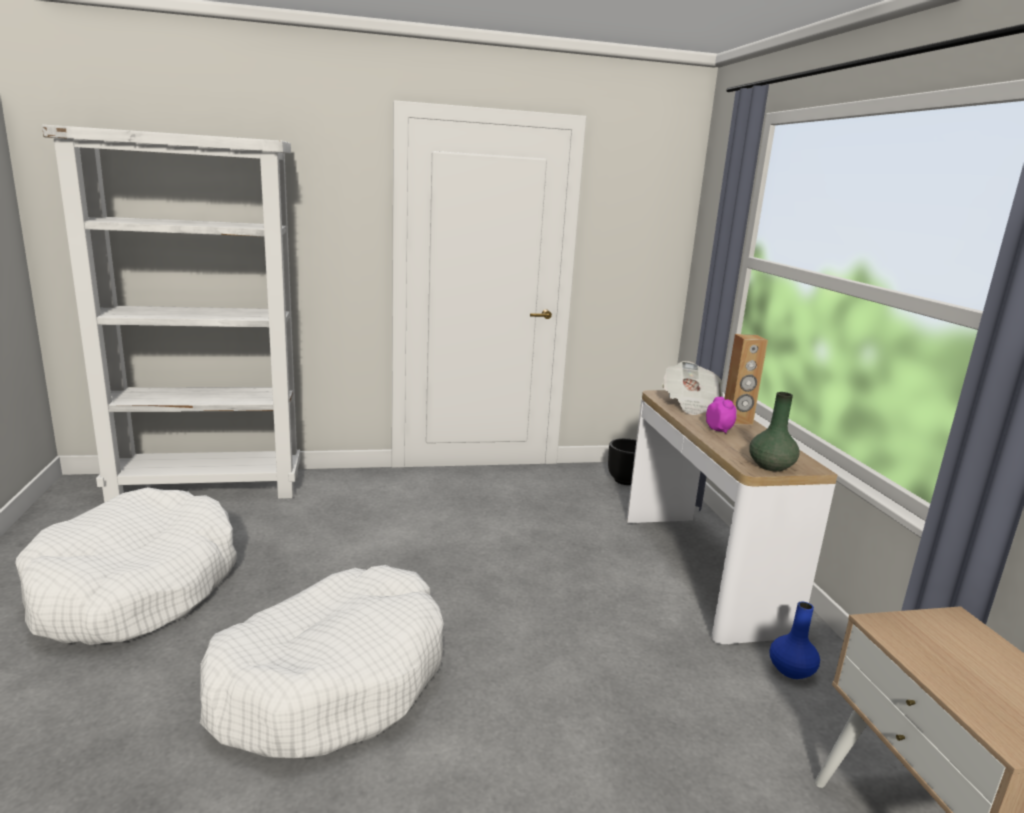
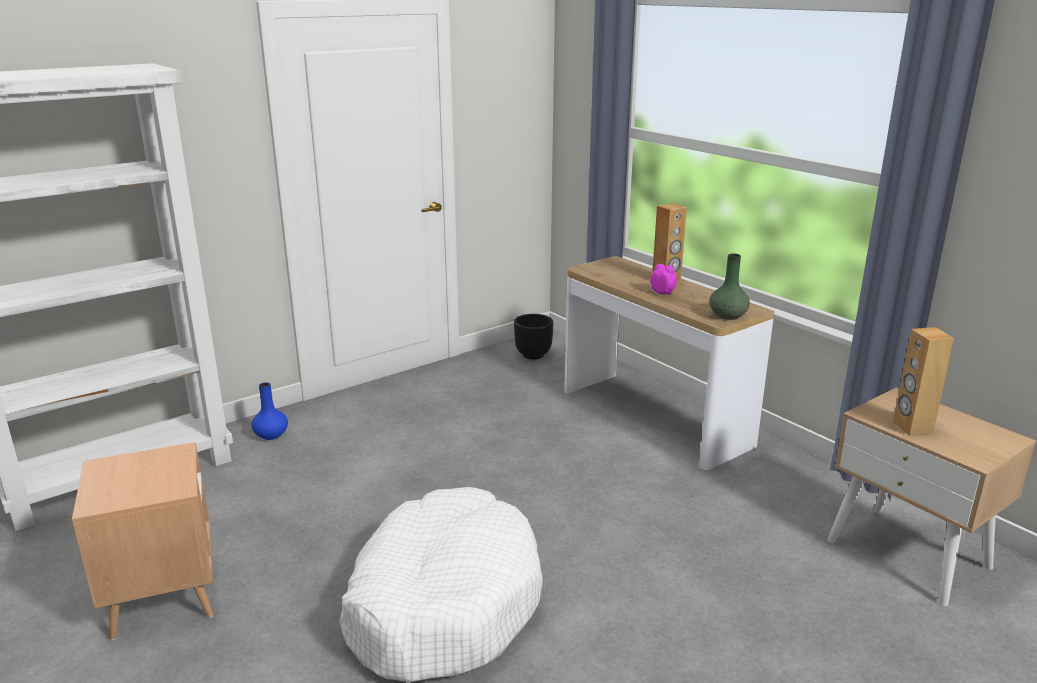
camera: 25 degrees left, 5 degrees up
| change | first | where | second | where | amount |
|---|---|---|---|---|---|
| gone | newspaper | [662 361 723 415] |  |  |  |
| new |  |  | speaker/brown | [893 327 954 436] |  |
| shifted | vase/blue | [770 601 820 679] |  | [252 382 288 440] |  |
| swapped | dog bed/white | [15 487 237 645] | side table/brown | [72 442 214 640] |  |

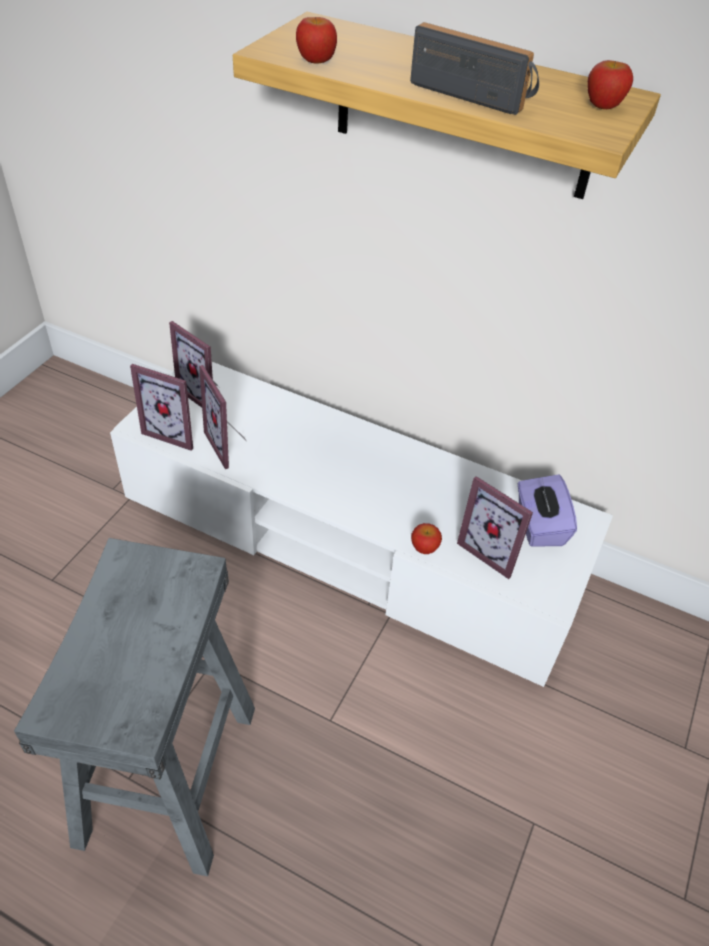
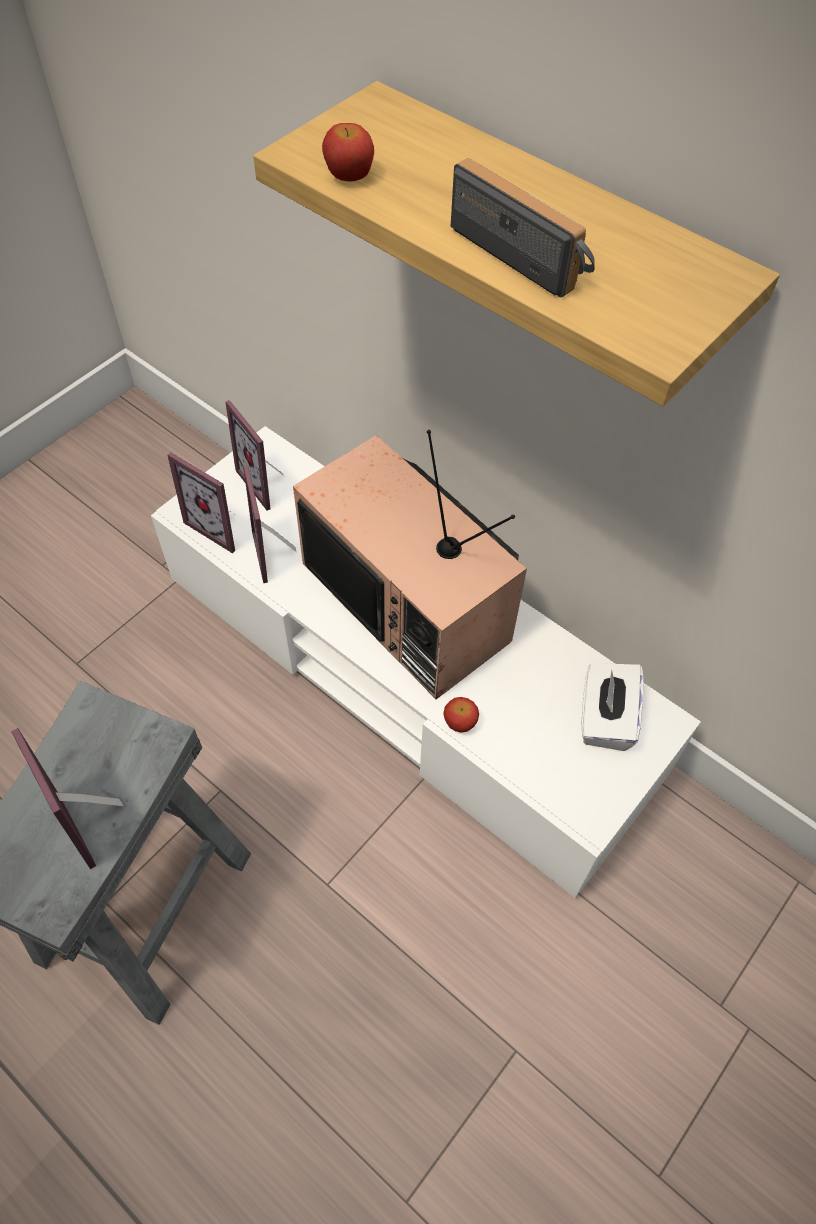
camera: 15 degrees right, 10 degrees up
| change | first | where | second | where | amount |
|---|---|---|---|---|---|
| gone | apple | [587 60 633 109] |  |  |  |
| new |  |  | television | [293 430 527 699] |  |
| shifted | picture frame | [457 476 533 579] |  | [11 728 123 869] |  |
| repainted | tissue box/purple | [518 474 577 547] | tissue box/white | [582 663 643 751] |  |

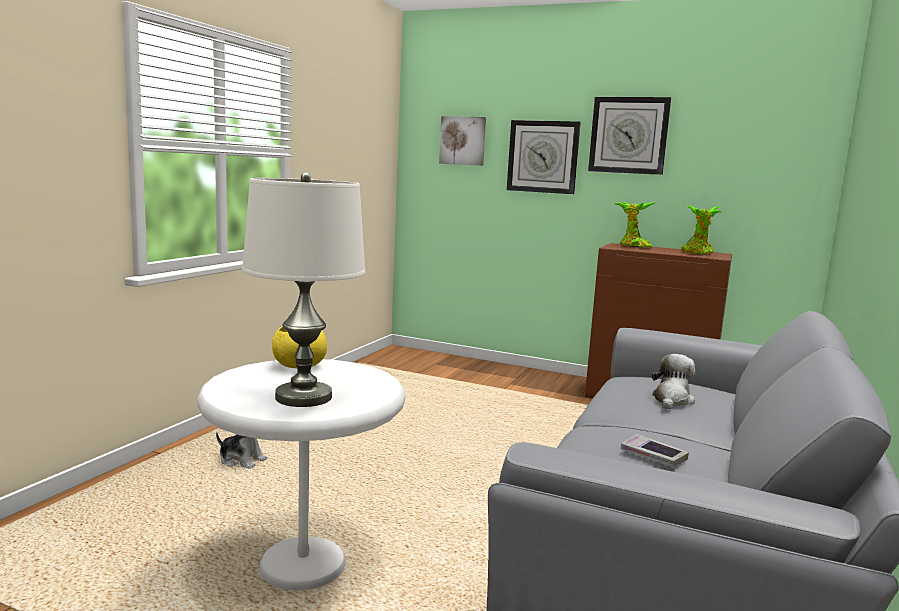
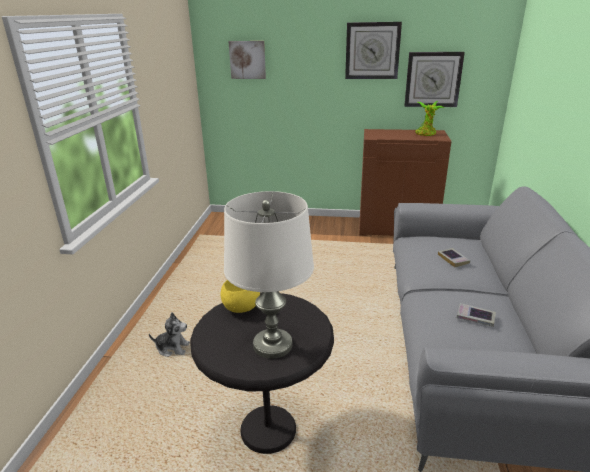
camera: 15 degrees left, 15 degrees up
| change | first | where | second | where | amount |
|---|---|---|---|---|---|
| gone | potted plant | [614 202 655 247] |  |  |  |
| shifted | wall clock | [507 120 581 194] |  | [404 52 465 107] |  |
| swapped | plush toy | [652 354 695 409] | book | [438 248 470 267] |  |
| repainted | side table/white | [197 359 405 591] | side table/black | [190 293 334 454] |  |

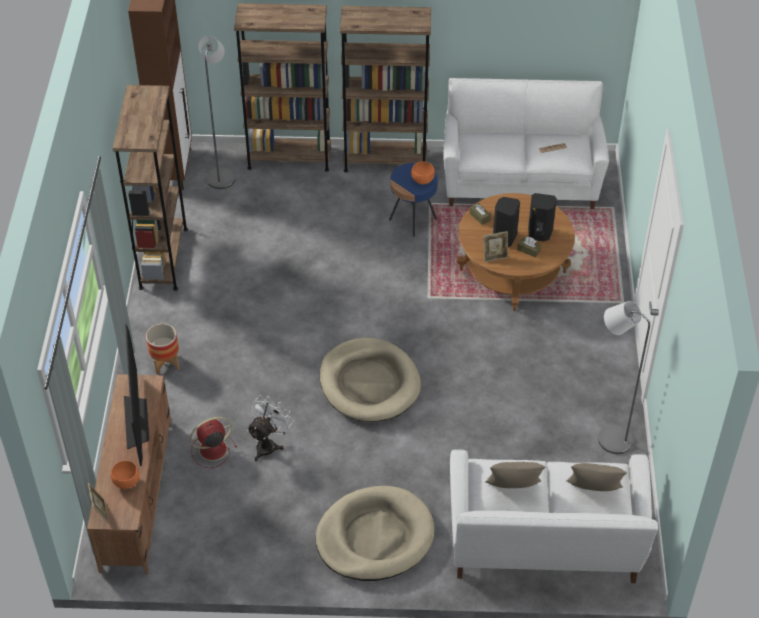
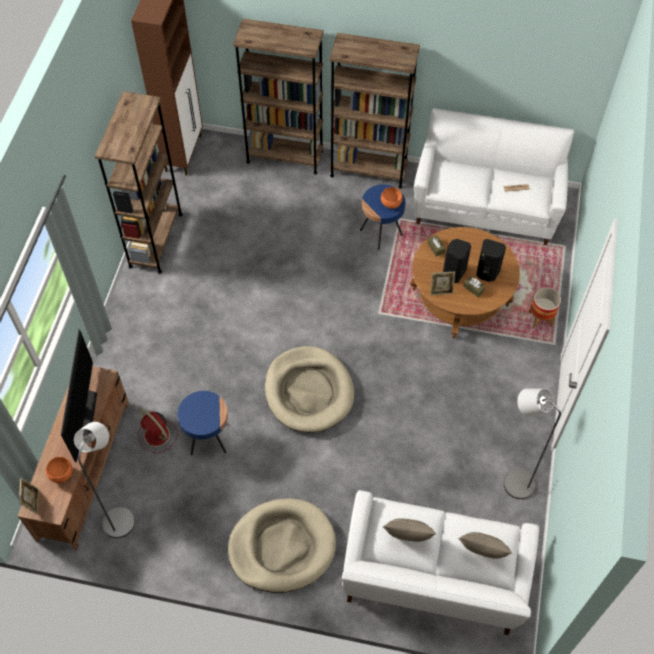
camera: 10 degrees right, 10 degrees up
| change | first | where | second | where | amount |
|---|---|---|---|---|---|
| shifted | planter | [146 324 179 374] |  | [529 287 561 328] |  |
| shifted | floor lamp/grey | [198 36 236 189] |  | [74 422 135 538] |  |
| swapped | fan/white | [247 395 294 461] | side table/blue | [177 391 228 455] |  |
| rotated | fan/red | [190 417 237 468] |  | [138 409 178 453] | 120 degrees counterclockwise |

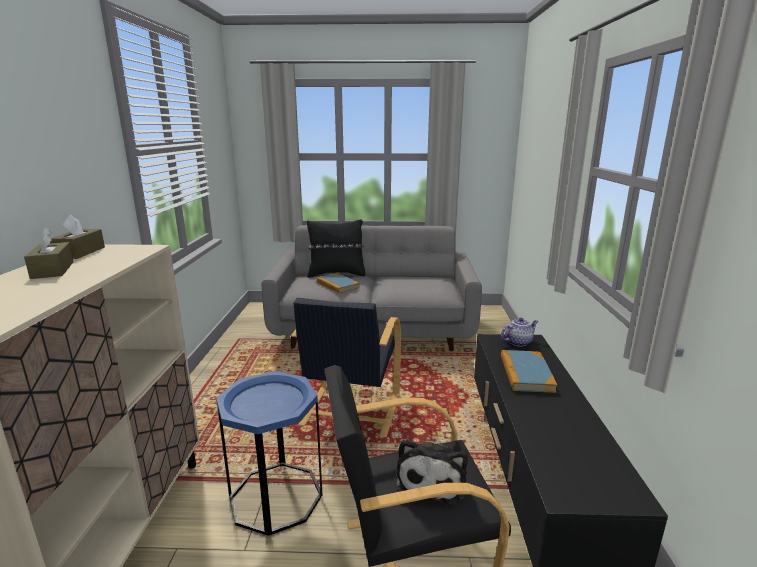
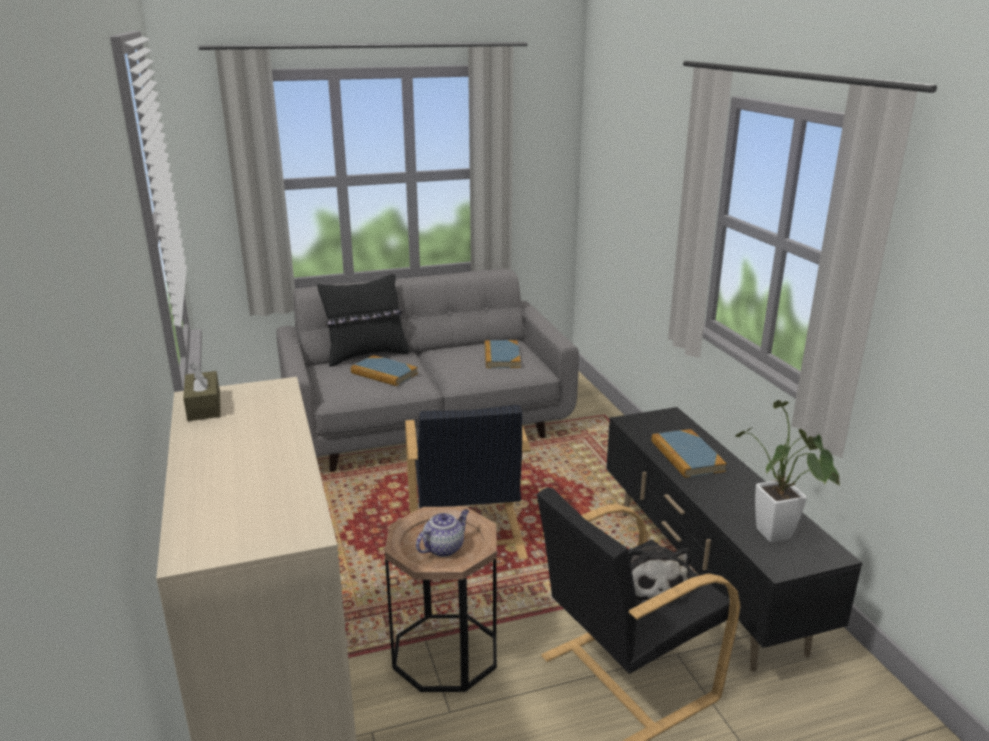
camera: 20 degrees left, 5 degrees up
| change | first | where | second | where | amount |
|---|---|---|---|---|---|
| gone | tissue box/brown | [24 227 73 279] |  |  |  |
| new |  |  | book | [485 340 521 368] |  |
| new |  |  | potted plant | [735 400 841 542] |  |
| shifted | teapot | [501 318 538 346] |  | [416 509 469 557] |  |
| repainted | side table/blue | [216 371 322 536] | side table/brown | [385 507 497 692] |  |

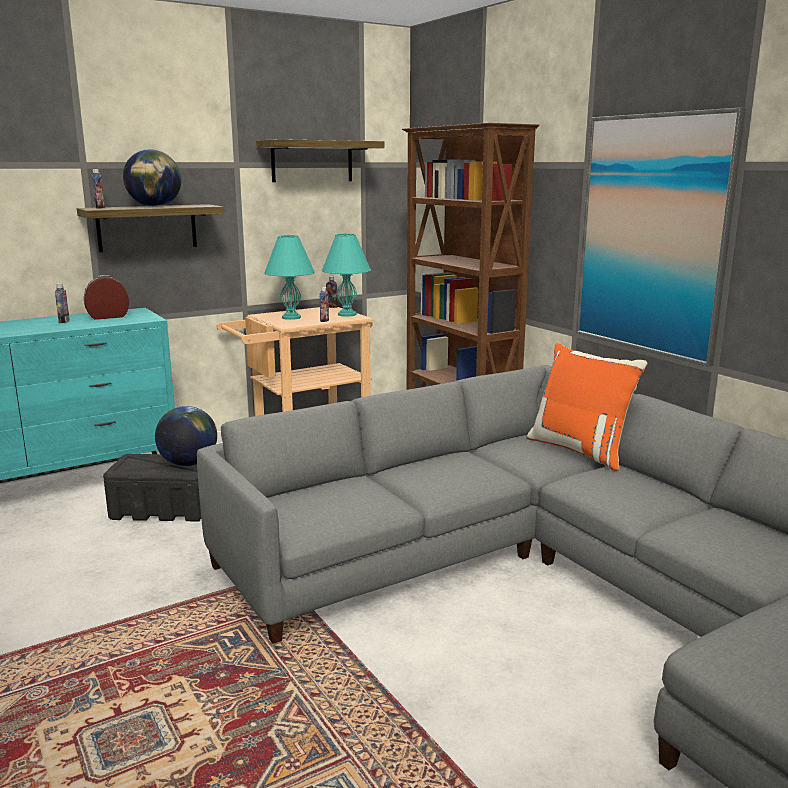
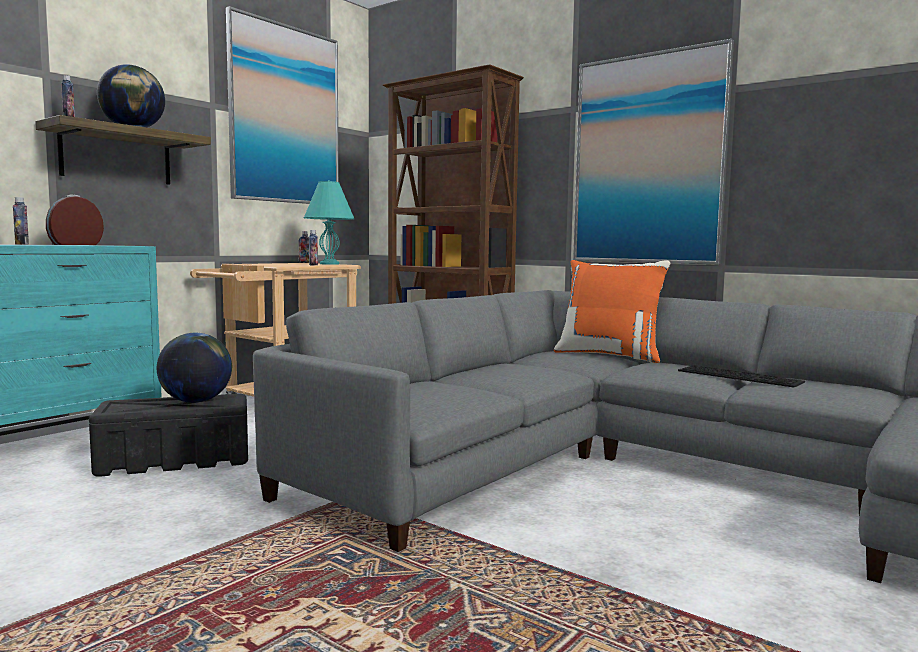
camera: 20 degrees left, 10 degrees down
| change | first | where | second | where | amount |
|---|---|---|---|---|---|
| gone | table lamp/turquoise | [264 234 315 320] |  |  |  |
| new |  |  | keyboard | [678 365 805 388] |  |
| swapped | shelf | [256 139 384 182] | picture | [226 6 339 204] |  |

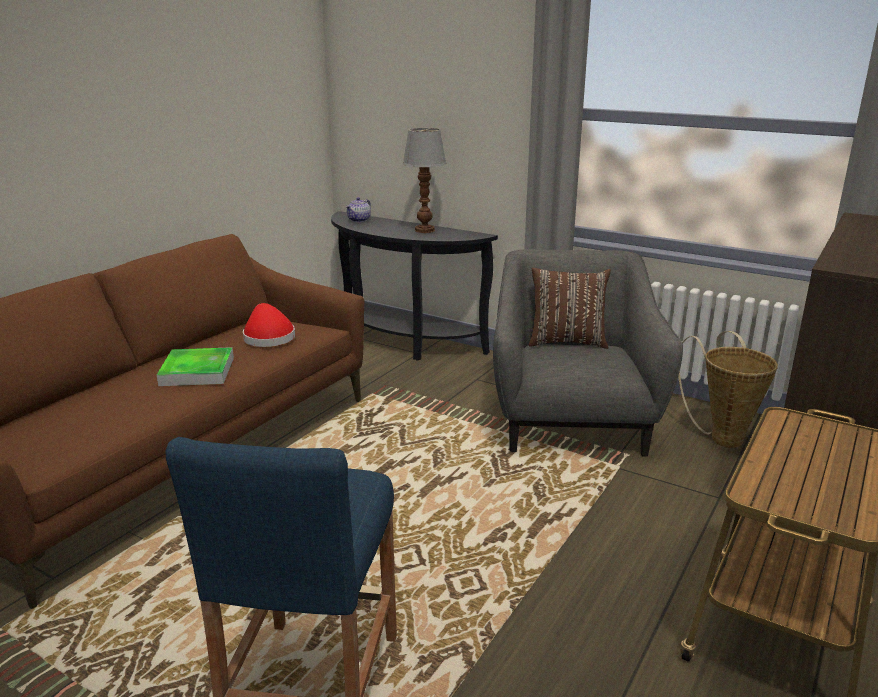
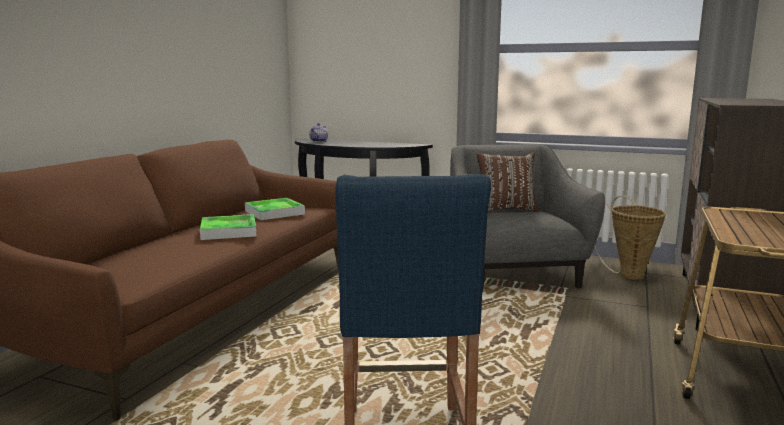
camera: 10 degrees left, 10 degrees down
| change | first | where | second | where | amount |
|---|---|---|---|---|---|
| gone | table lamp | [403 128 447 233] |  |  |  |
| swapped | hat/red | [243 303 295 347] | tray | [245 198 305 220] |  |

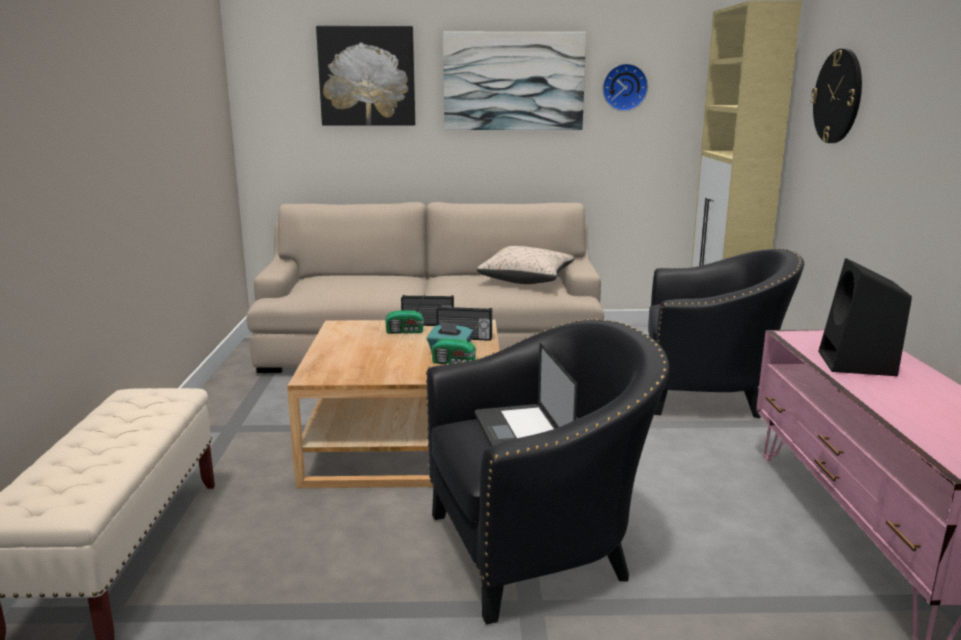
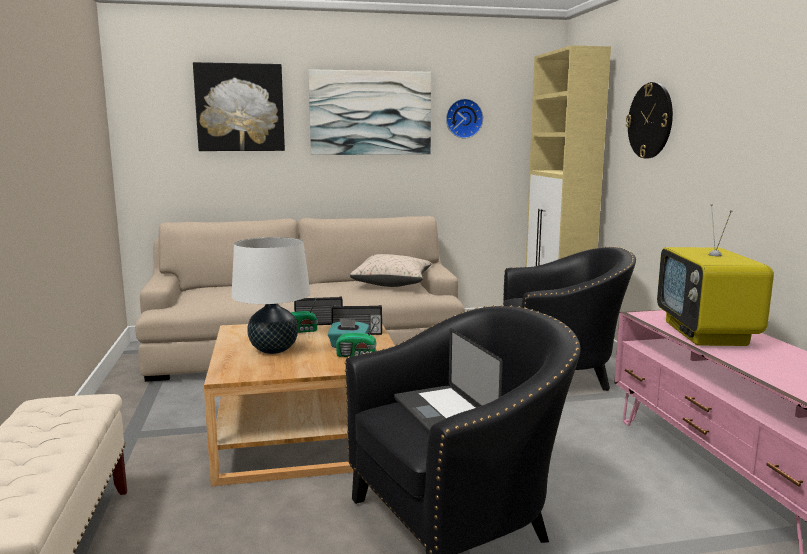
camera: 10 degrees left, 5 degrees down
| change | first | where | second | where | amount |
|---|---|---|---|---|---|
| new |  |  | table lamp/white | [231 237 310 354] |  |
| swapped | speaker/black | [819 258 912 376] | television | [657 204 774 346] |  |

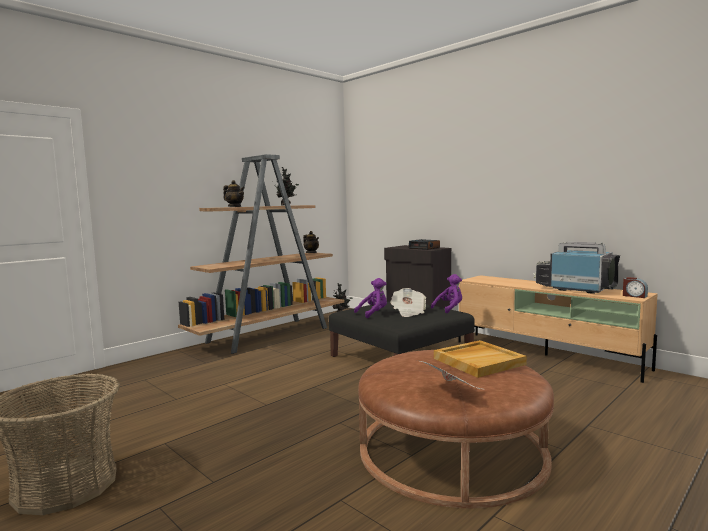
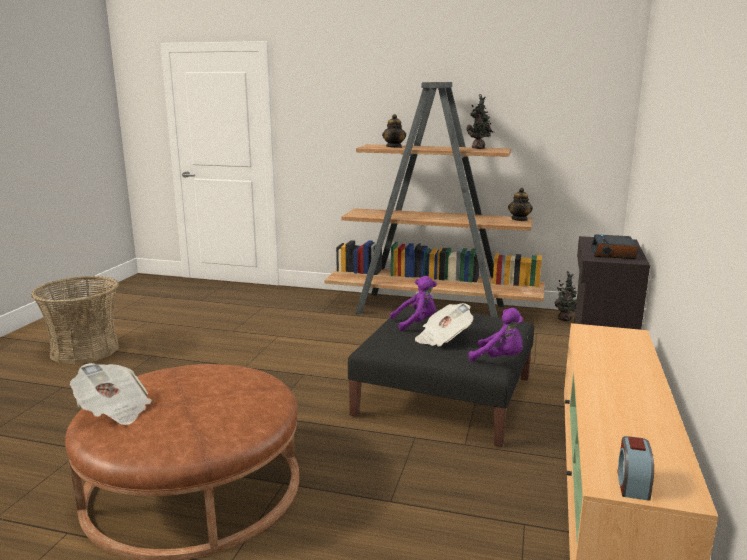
camera: 60 degrees right, 10 degrees up
| change | first | where | second | where | amount |
|---|---|---|---|---|---|
| gone | tray/beige | [434 340 527 378] |  |  |  |
| gone | television | [533 242 620 294] |  |  |  |
| rotated | plush toy/purple | [354 278 387 318] |  | [390 276 437 331] | 45 degrees counterclockwise |

